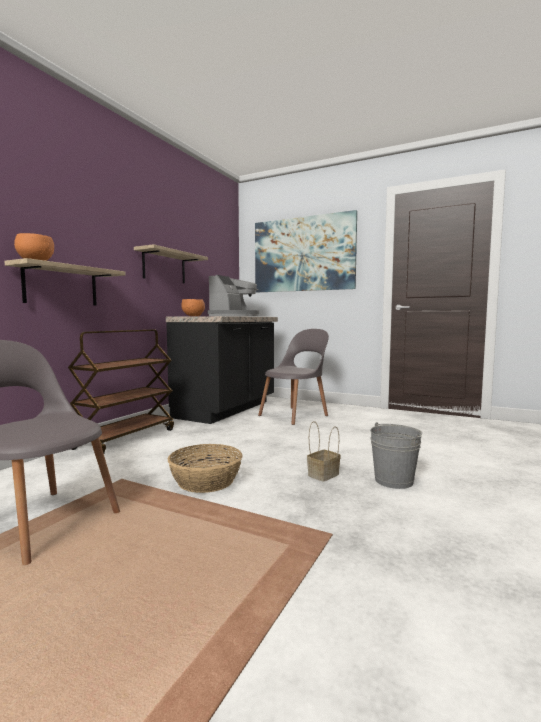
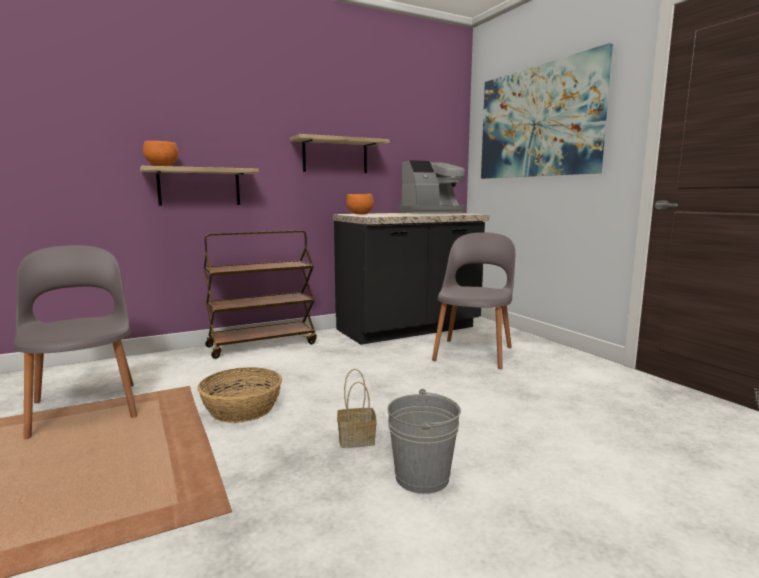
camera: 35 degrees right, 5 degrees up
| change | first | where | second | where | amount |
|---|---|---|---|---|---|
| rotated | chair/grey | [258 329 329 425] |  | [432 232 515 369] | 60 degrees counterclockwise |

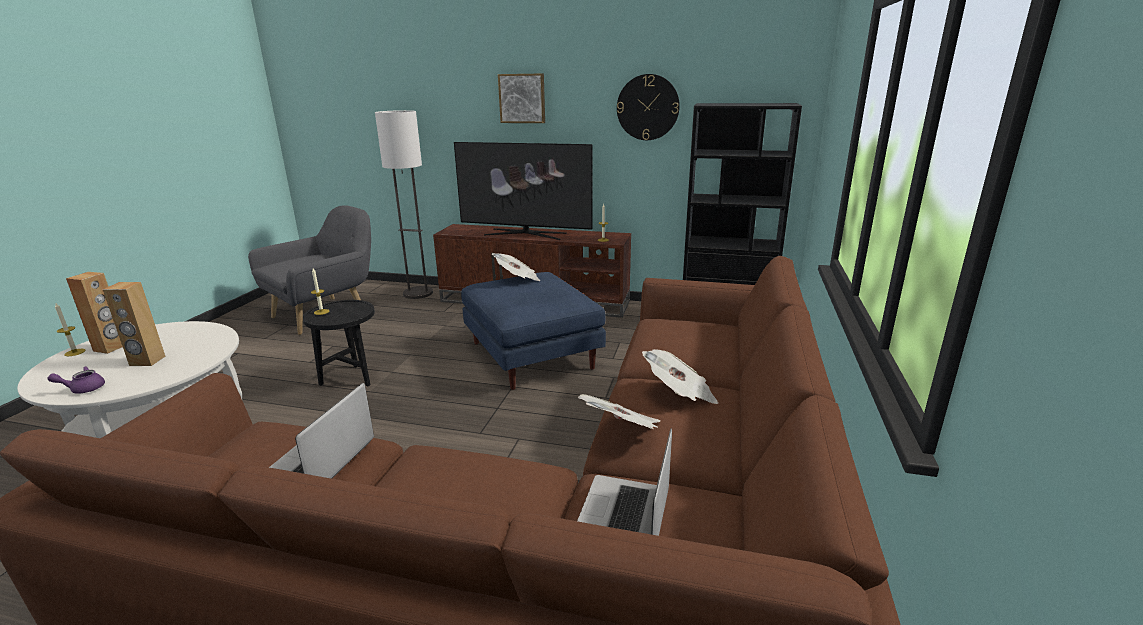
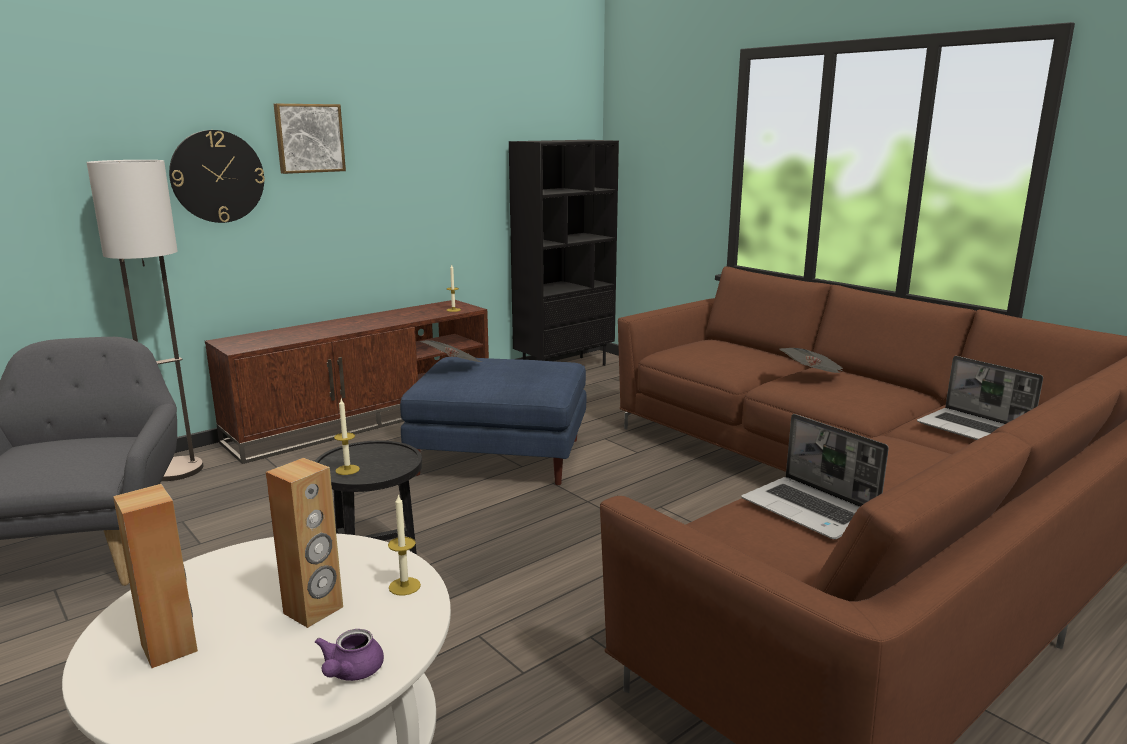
camera: 55 degrees left, 5 degrees down
| change | first | where | second | where | amount |
|---|---|---|---|---|---|
| gone | television | [454 142 592 240] |  |  |  |
| gone | newspaper | [578 394 661 429] |  |  |  |
| shifted | candle | [55 303 86 356] |  | [388 494 421 595] |  |
| shifted | wall clock | [617 74 680 140] |  | [169 130 265 223] |  |

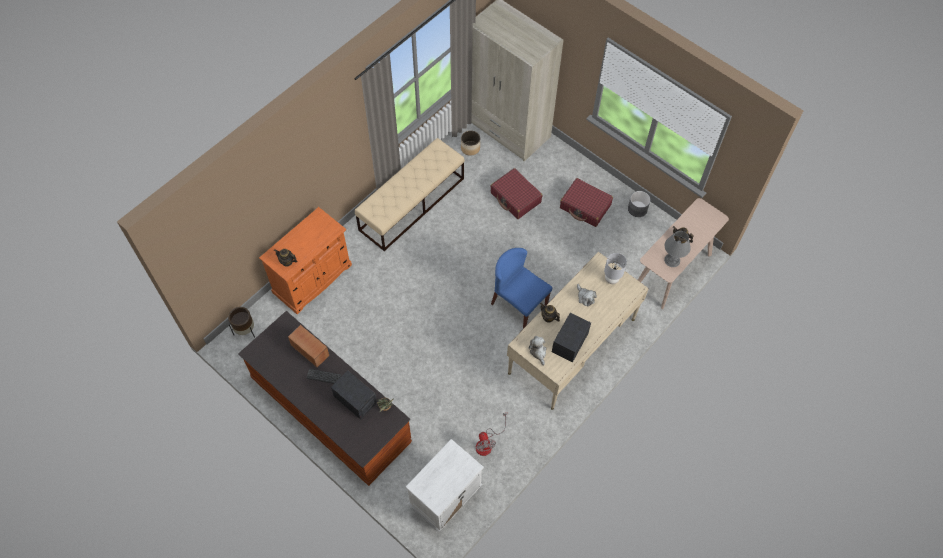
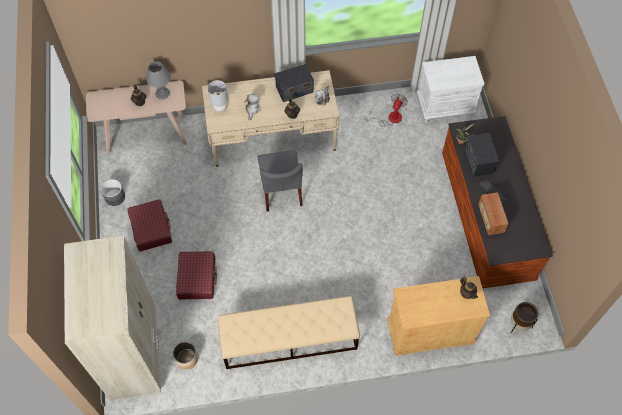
camera: 140 degrees left, 0 degrees up
| change | first | where | second | where | amount |
|---|---|---|---|---|---|
| repainted | cabinet/orange | [259 207 352 314] | cabinet/beige | [388 276 490 356] |  |
| repainted | chair/blue | [491 248 552 329] | chair/grey | [258 150 303 211] |  |

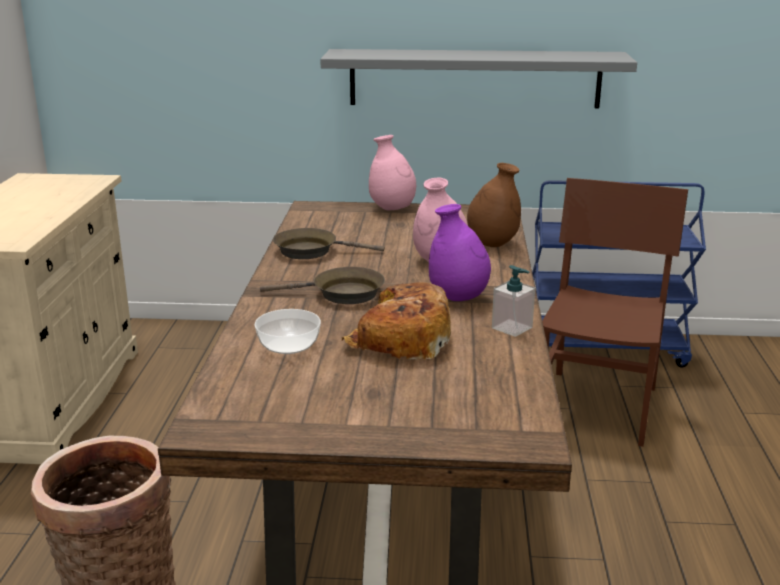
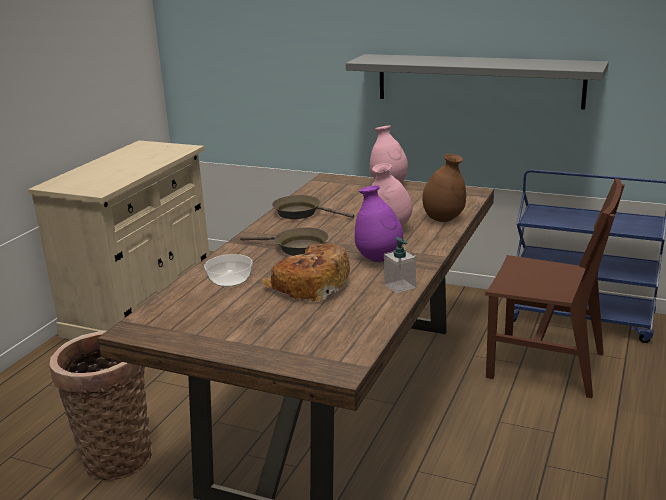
camera: 20 degrees right, 0 degrees up
| change | first | where | second | where | amount |
|---|---|---|---|---|---|
| rotated | chair/brown | [542 178 688 447] |  | [485 178 625 398] | 75 degrees clockwise |

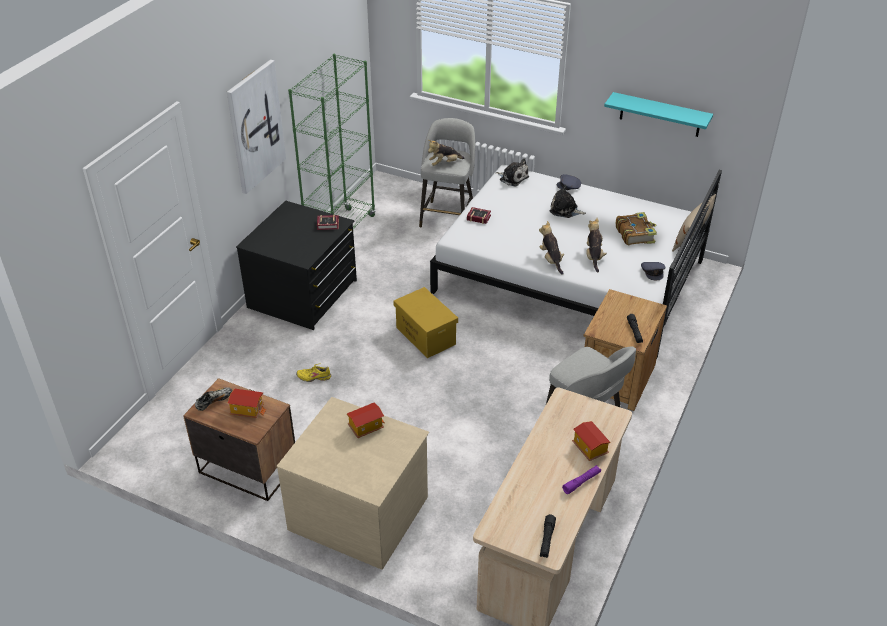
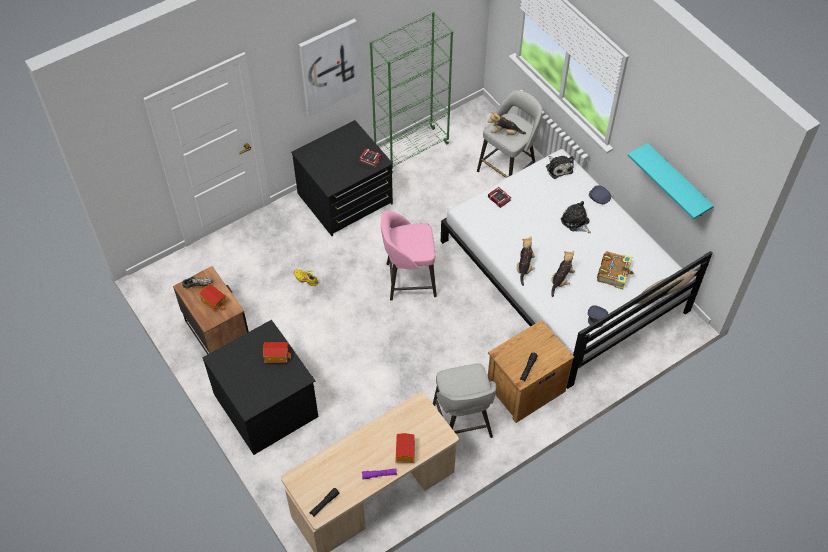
camera: 30 degrees right, 15 degrees up
| change | first | where | second | where | amount |
|---|---|---|---|---|---|
| swapped | storage box/yellow | [393 287 458 358] | stool/pink | [381 211 437 301] |  |
| repainted | dresser/beige | [277 397 429 570] | dresser/black | [203 320 318 455] |  |

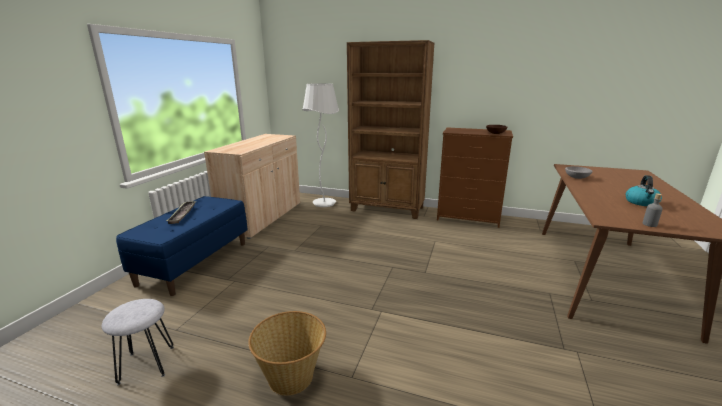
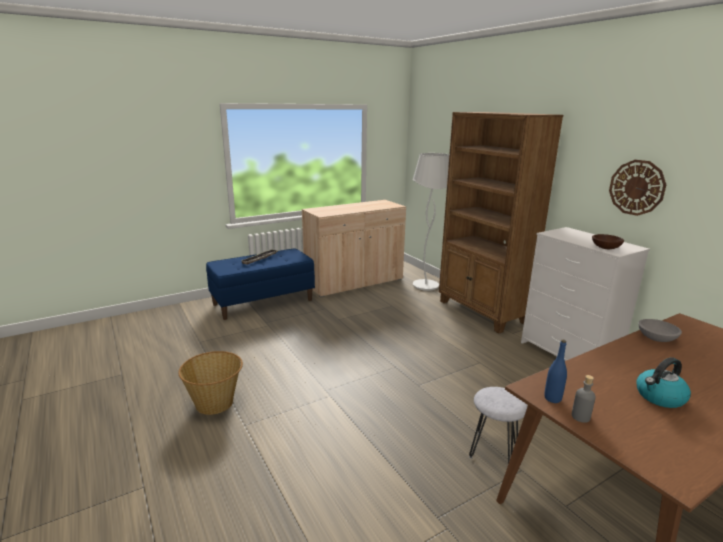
camera: 40 degrees right, 0 degrees up
| change | first | where | second | where | amount |
|---|---|---|---|---|---|
| new |  |  | bottle/blue | [544 340 567 403] |  |
| new |  |  | wall clock | [609 160 666 216] |  |
| shifted | stool/grey | [102 299 174 385] |  | [469 387 528 464] |  |
| repainted | dresser/brown | [437 128 513 228] | dresser/white | [521 227 650 361] |  |

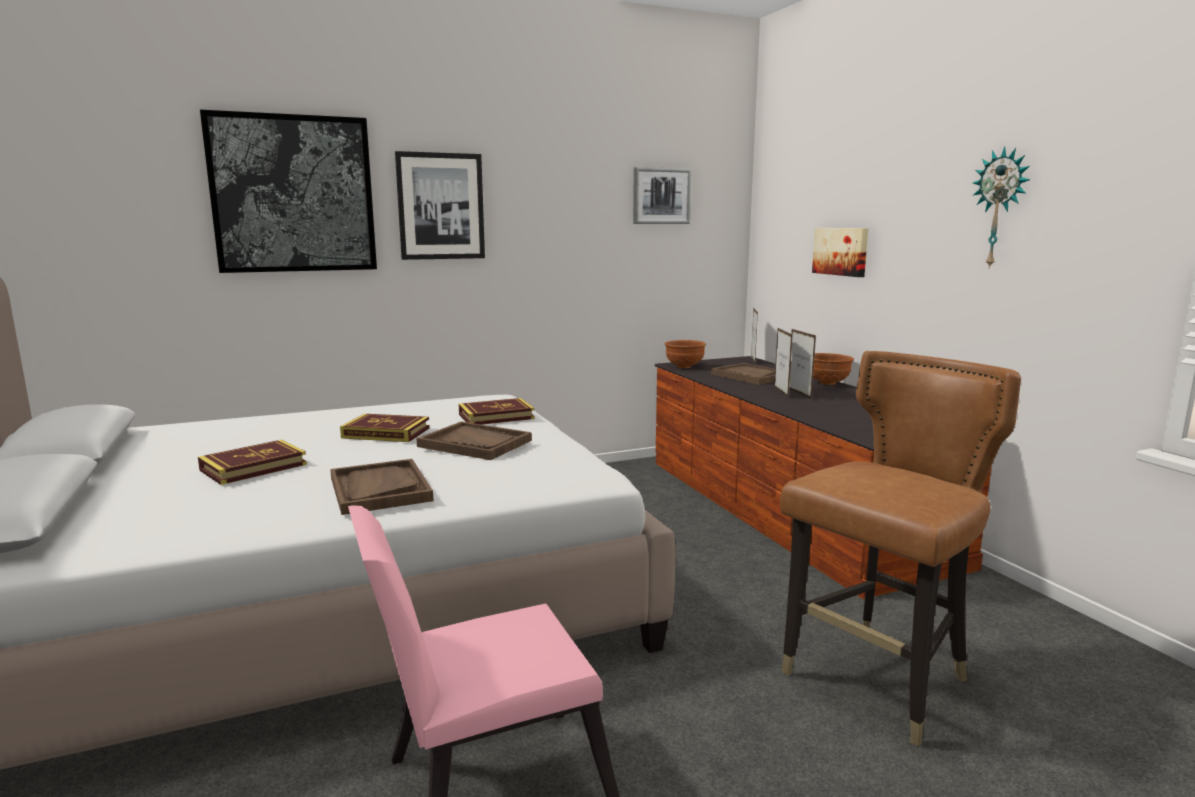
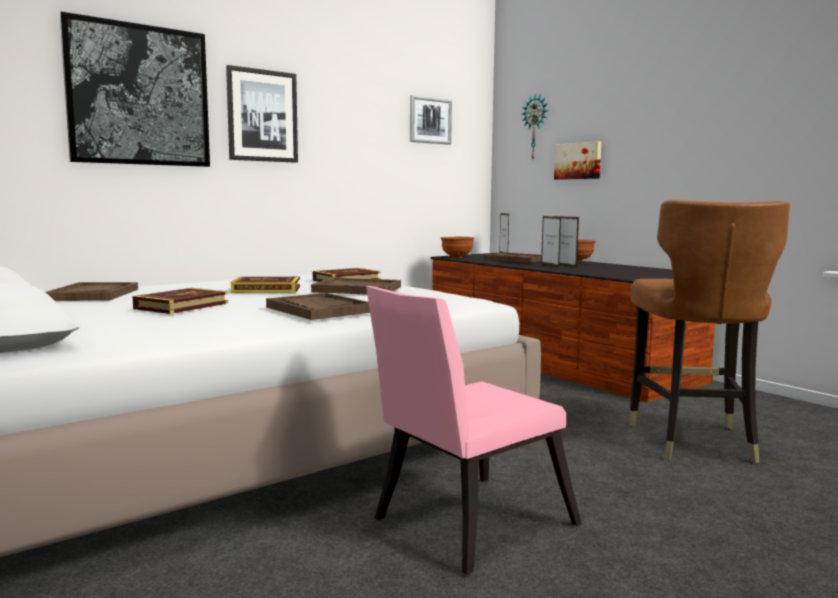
camera: 15 degrees left, 5 degrees down
| change | first | where | second | where | amount |
|---|---|---|---|---|---|
| new |  |  | tray/brown | [45 282 138 301] |  |
| shifted | wall clock | [973 146 1030 269] |  | [522 94 548 159] |  |
| rotated | chair/brown | [780 351 1021 747] |  | [629 200 790 463] | 150 degrees clockwise |

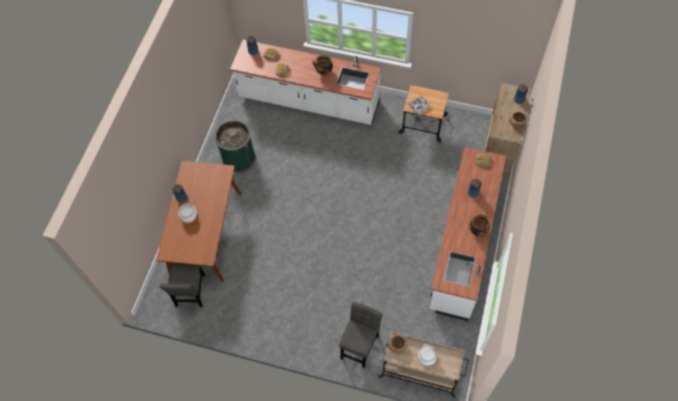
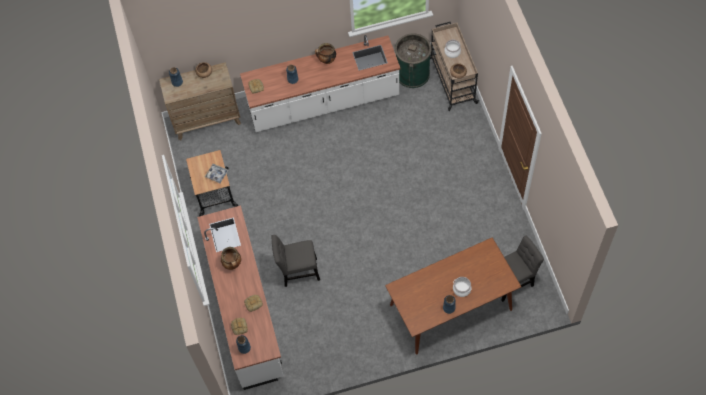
camera: 120 degrees left, 0 degrees up
| change | first | where | second | where | amount |
|---|---|---|---|---|---|
| shifted | trash can/green | [214 120 255 172] |  | [395 33 432 88] |  |
| shifted | chair/grey | [340 302 383 368] |  | [272 235 320 287] |  |

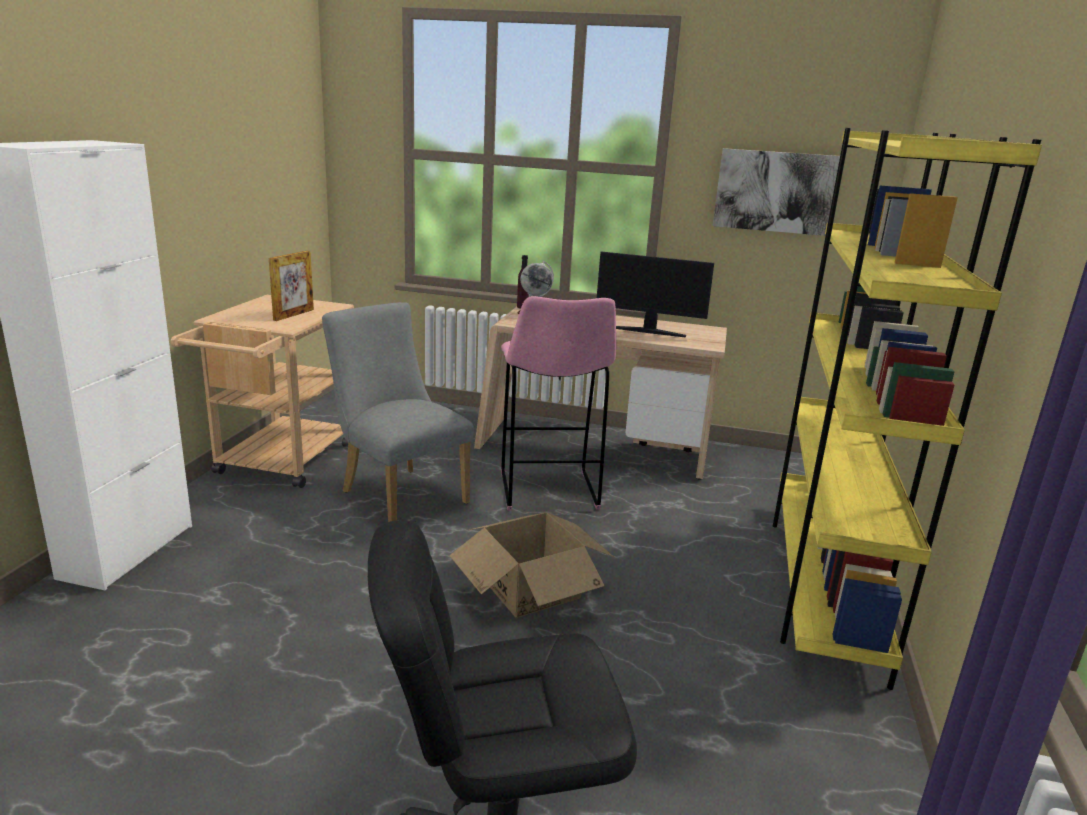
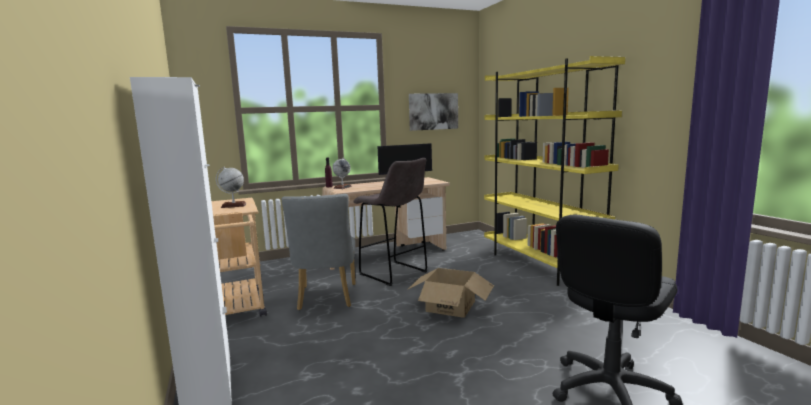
camera: 35 degrees left, 10 degrees down
| change | first | where | second | where | amount |
|---|---|---|---|---|---|
| swapped | picture frame | [269 251 314 321] | globe | [216 167 246 208] |  |
| repainted | stool/pink | [501 296 616 511] | stool/grey | [353 158 428 286] |  |
| rotated | chair/grey | [322 302 474 522] |  | [282 194 356 310] | 105 degrees counterclockwise |

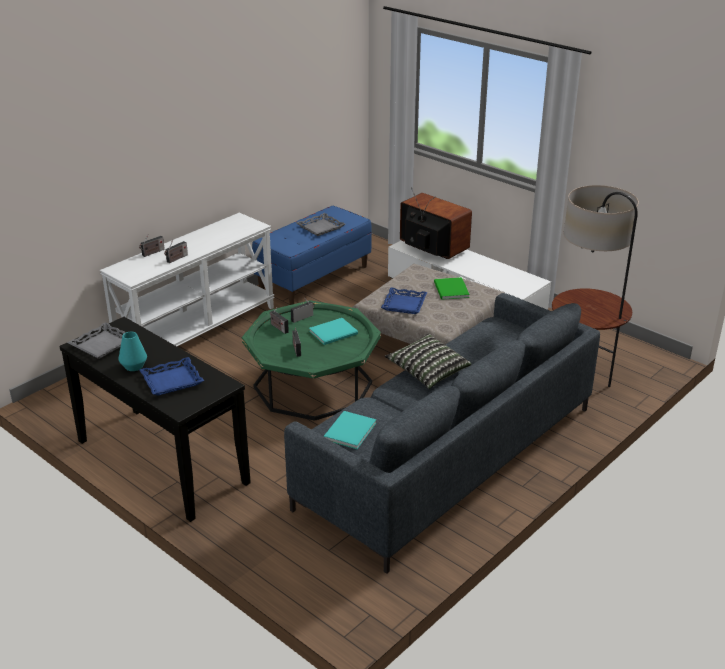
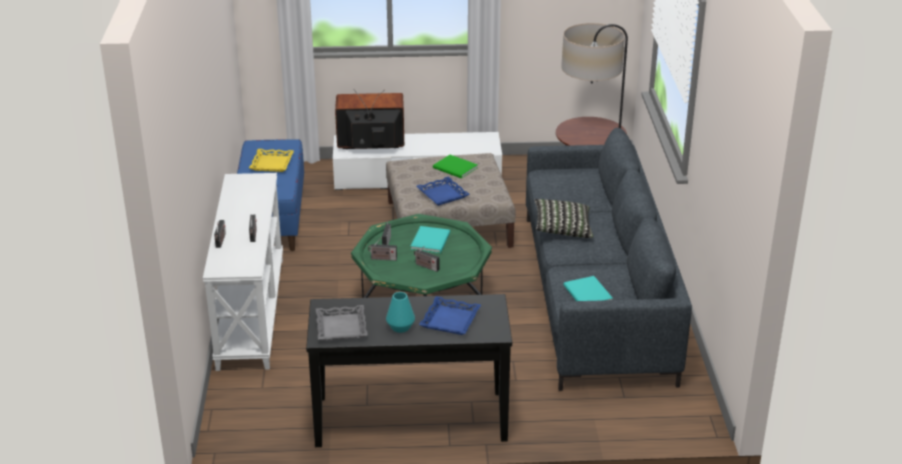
camera: 45 degrees left, 0 degrees up
| change | first | where | second | where | amount |
|---|---|---|---|---|---|
| repainted | tray/grey | [297 213 345 236] | tray/yellow | [249 149 294 172] |  |

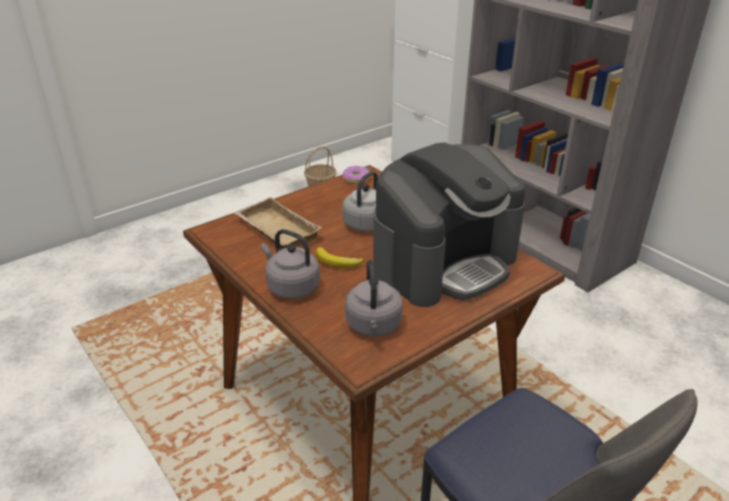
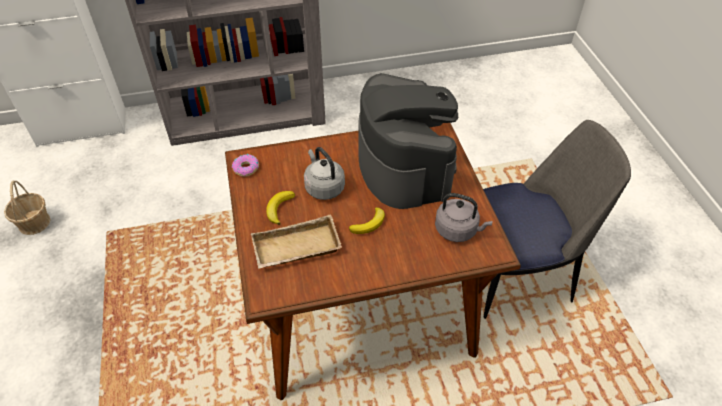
camera: 65 degrees left, 15 degrees up
| change | first | where | second | where | amount |
|---|---|---|---|---|---|
| gone | kettle/grey | [261 229 320 299] |  |  |  |
| new |  |  | banana | [266 191 295 225] |  |

